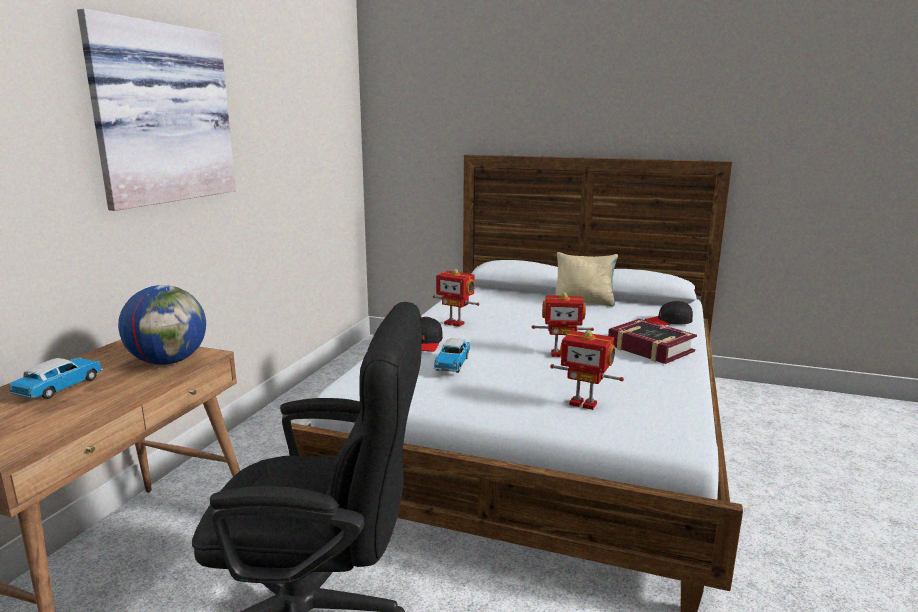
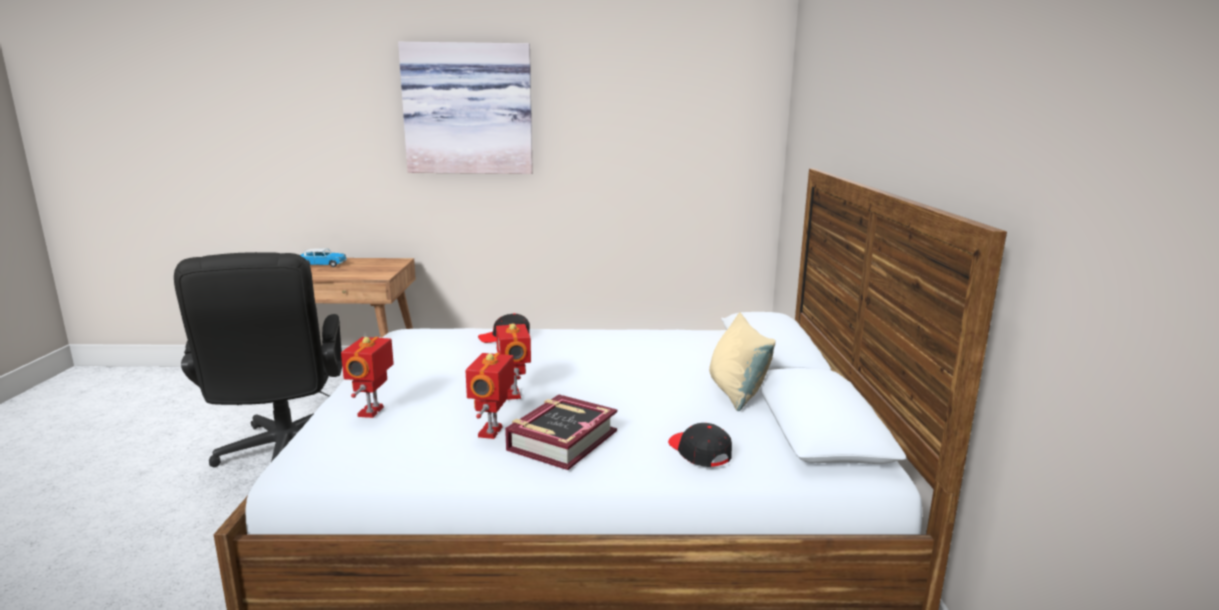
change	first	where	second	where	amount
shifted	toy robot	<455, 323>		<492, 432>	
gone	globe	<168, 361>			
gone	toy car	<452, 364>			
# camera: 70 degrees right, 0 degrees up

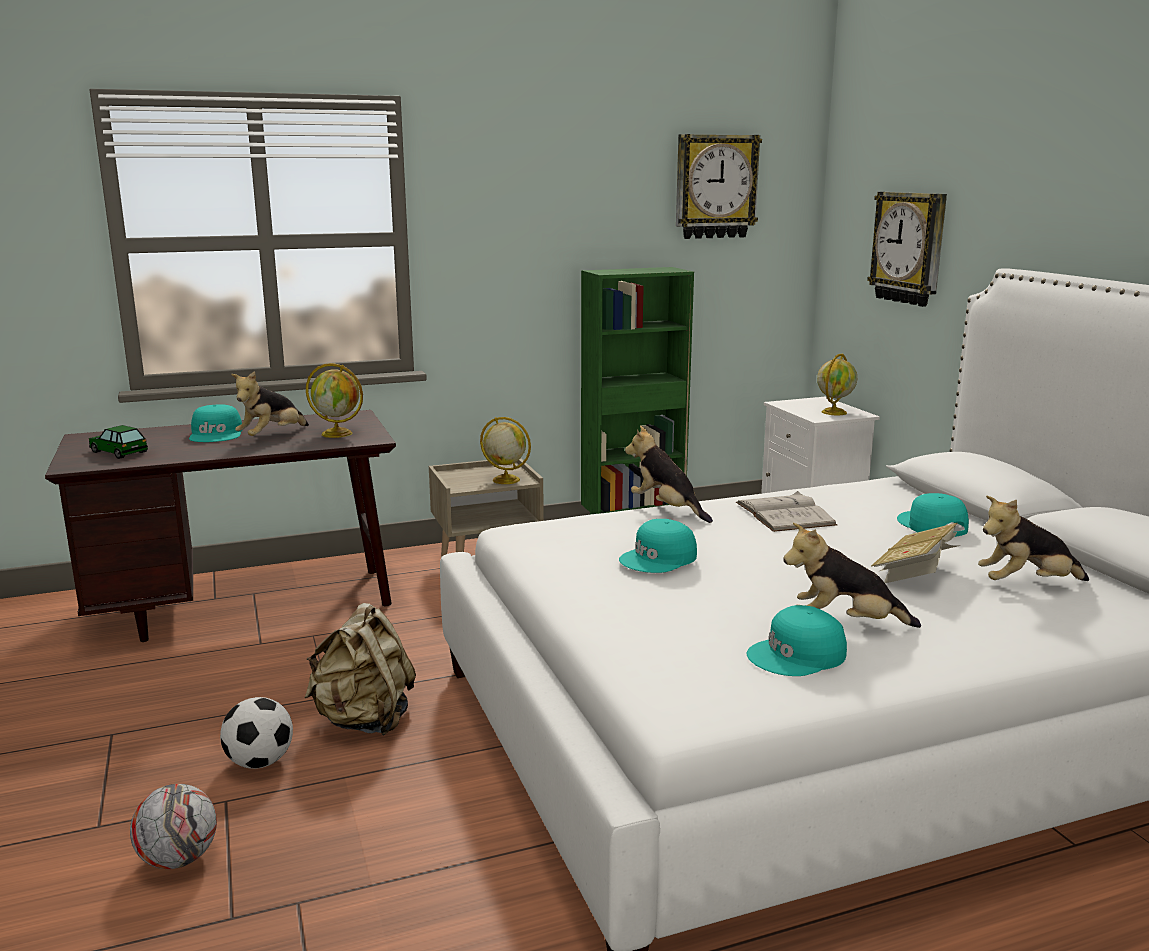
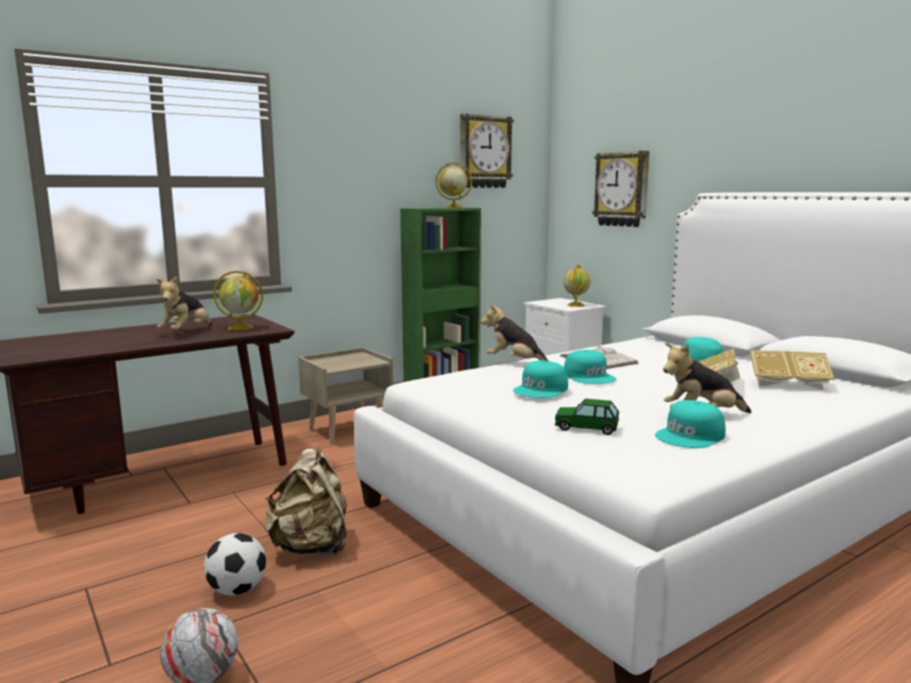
change	first	where	second	where	amount
shifted	turquoise cap	<217, 434>		<589, 376>	
shifted	globe	<505, 480>		<453, 207>	
shifted	toy car	<119, 452>		<586, 427>	
swapped	plush toy	<1026, 584>	book	<787, 385>	
# camera: 15 degrees left, 5 degrees down

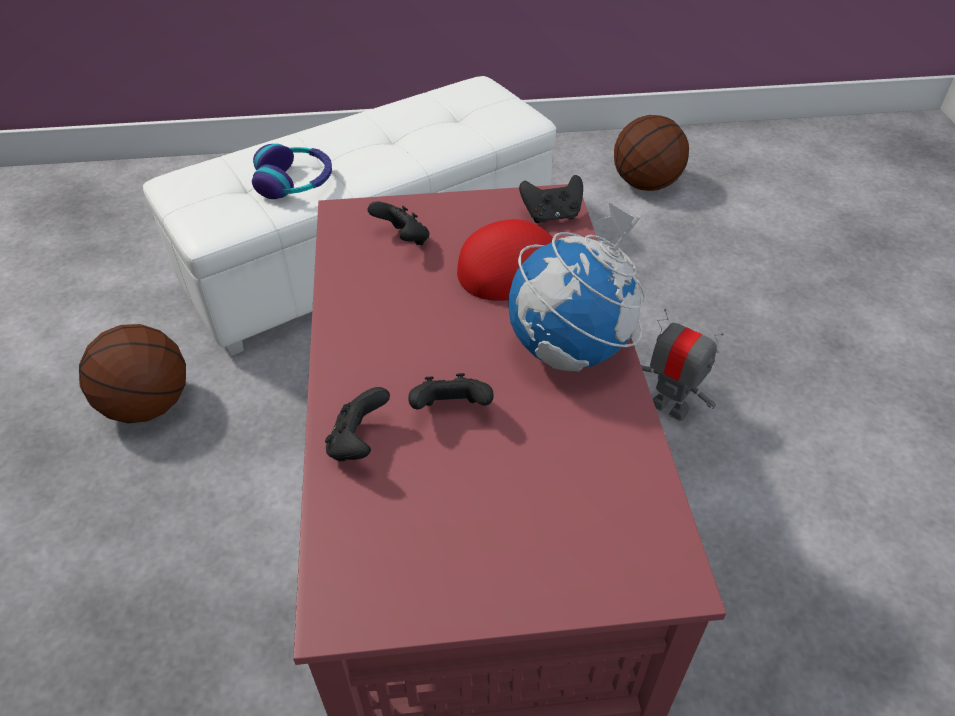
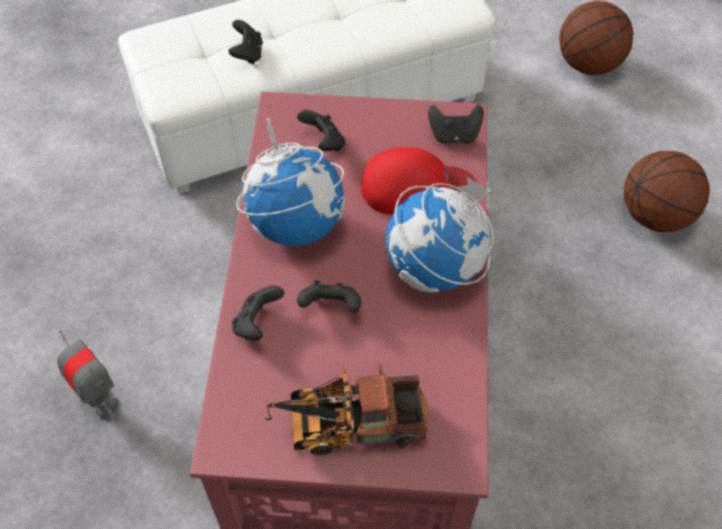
change	first	where	second	where	amount
swapped	headphones	<295, 182>	black game controller	<247, 54>	
shifted	toy robot	<669, 406>		<101, 403>	
shifted	basketball	<149, 404>		<656, 215>	
new			globe	<296, 224>	
new			toy truck	<347, 425>	
# camera: 10 degrees right, 10 degrees up

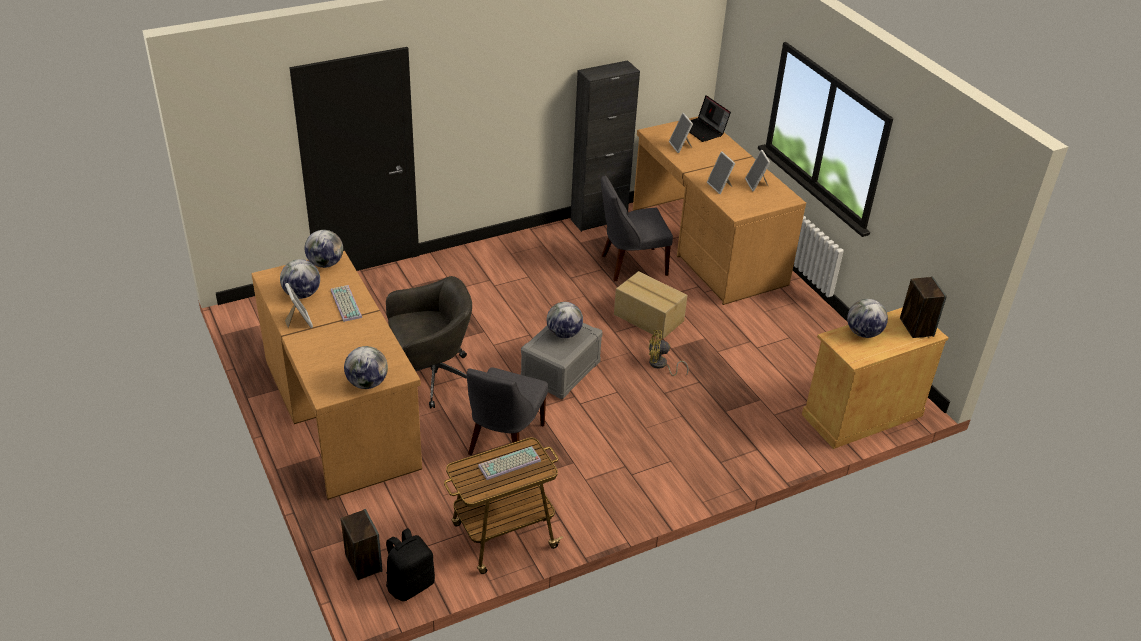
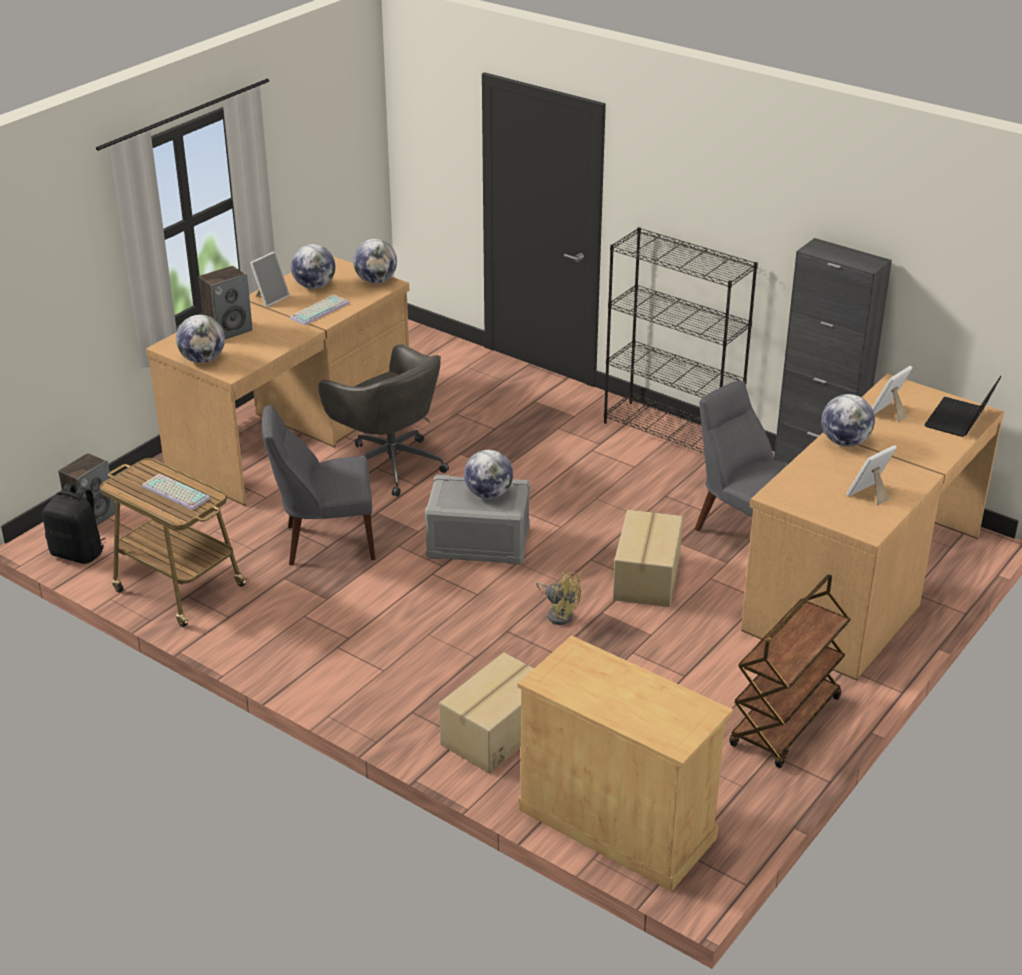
change	first	where	second	where	amount
gone	picture frame	<720, 186>			
shifted	speaker	<916, 327>		<229, 330>	
shifted	globe	<863, 333>		<844, 442>	
rotated	yellow fan	<660, 365>		<559, 613>	150 degrees clockwise
new			black bookcase	<672, 432>	
new			brown cart	<786, 723>	
new			cardboard box	<495, 732>	
# camera: 65 degrees right, 5 degrees down

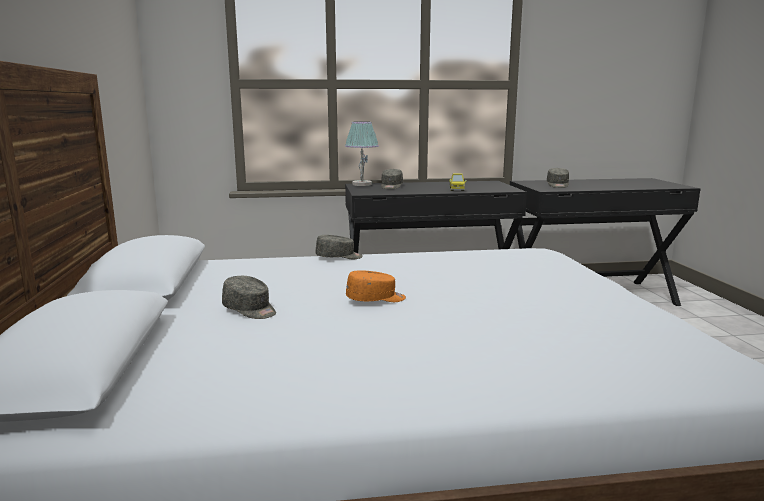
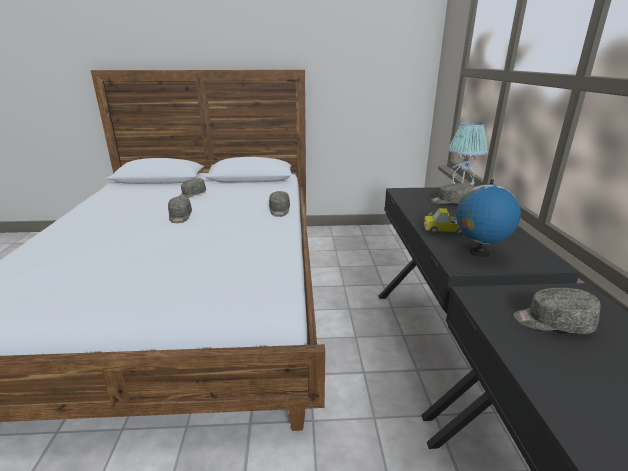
change	first	where	second	where	amount
repainted	orange cap	<376, 299>	grey cap	<180, 216>	
new			globe	<479, 253>	
# camera: 95 degrees right, 10 degrees up

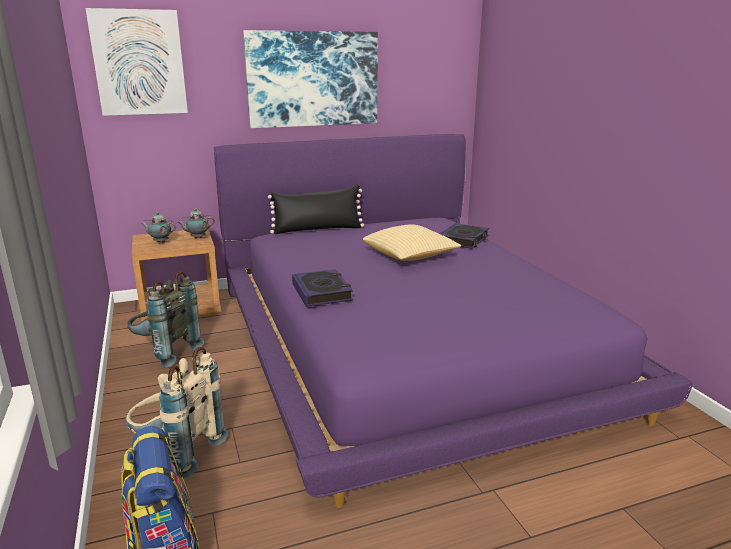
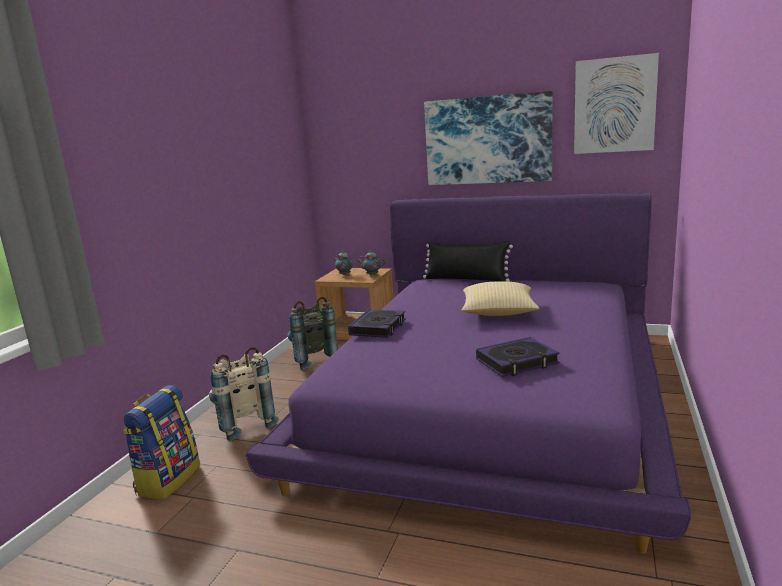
change	first	where	second	where	amount
shifted	picture	<139, 63>		<614, 105>	
shifted	book	<463, 240>		<517, 362>	
# camera: 40 degrees right, 5 degrees down

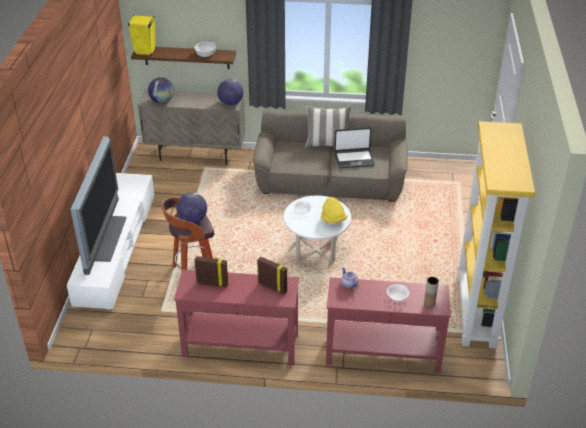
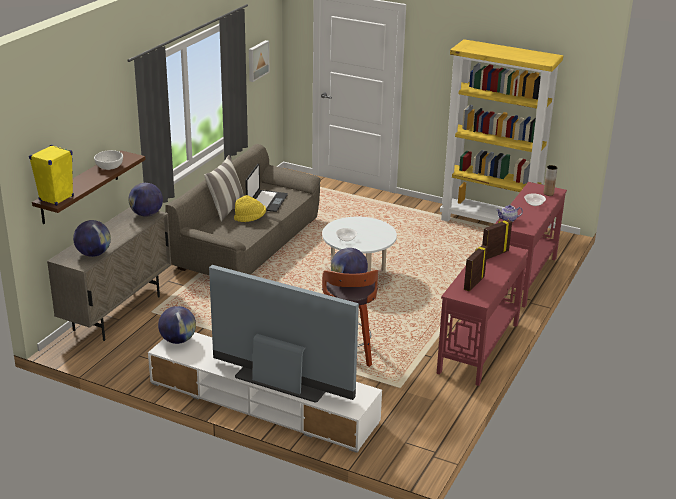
change	first	where	second	where	amount
shifted	yellow hat	<333, 219>		<250, 218>	
new			picture	<257, 60>	
new			globe	<178, 340>	
# camera: 70 degrees left, 10 degrees down

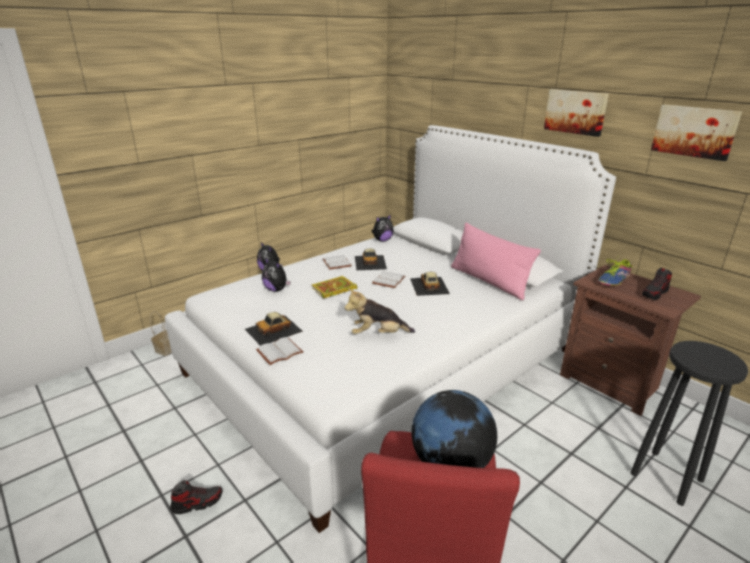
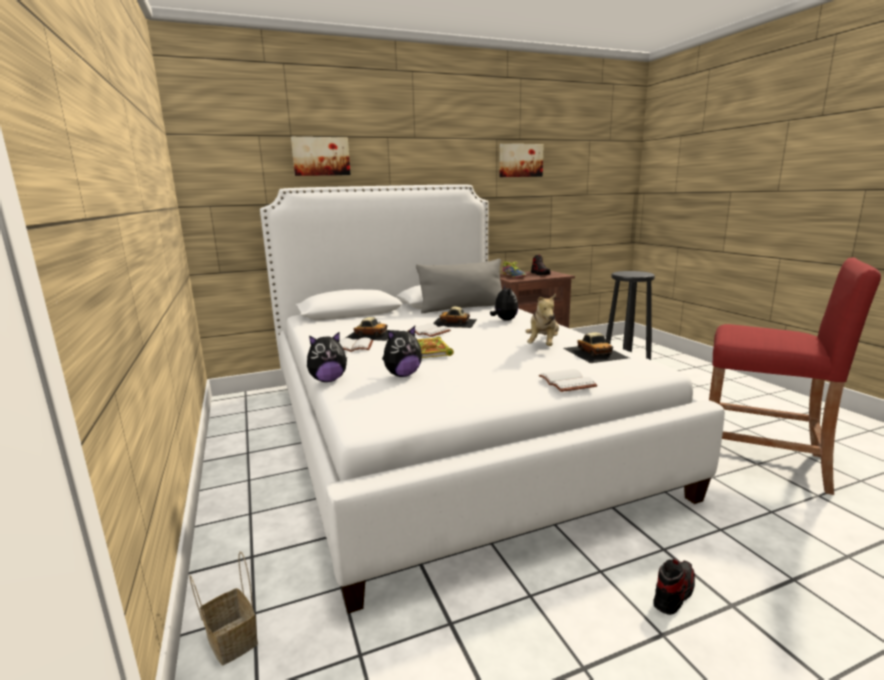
change	first	where	second	where	amount
shifted	picture	<576, 112>		<321, 156>	
shifted	plush toy	<382, 240>		<504, 320>	
repainted	pink pillow	<489, 281>	grey pillow	<463, 308>	
shifted	toy car	<274, 330>		<595, 352>	
gone	globe	<450, 464>			
rotated	shoe	<197, 503>		<673, 593>	45 degrees clockwise
# camera: 70 degrees left, 10 degrees down

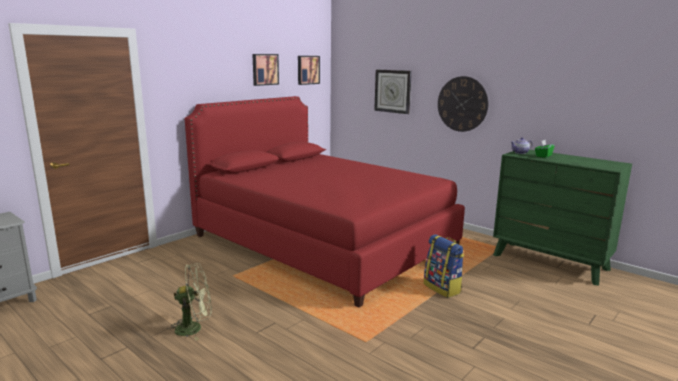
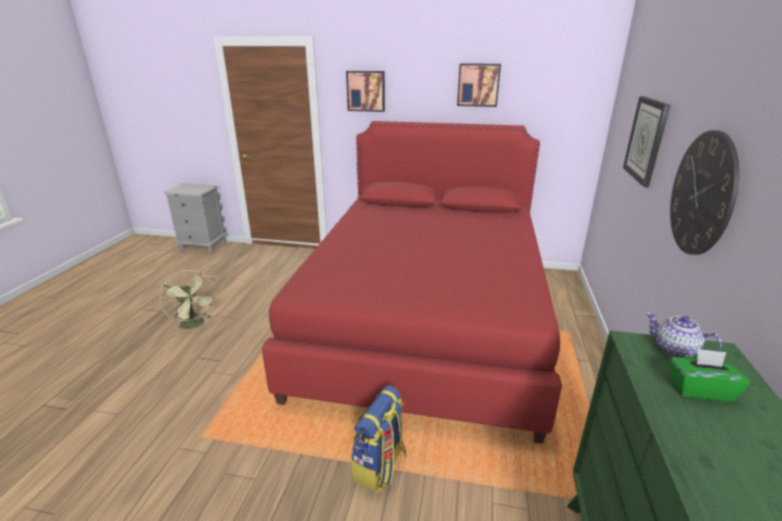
change	first	where	second	where	amount
shifted	picture	<307, 70>		<366, 91>	
# camera: 60 degrees right, 10 degrees up

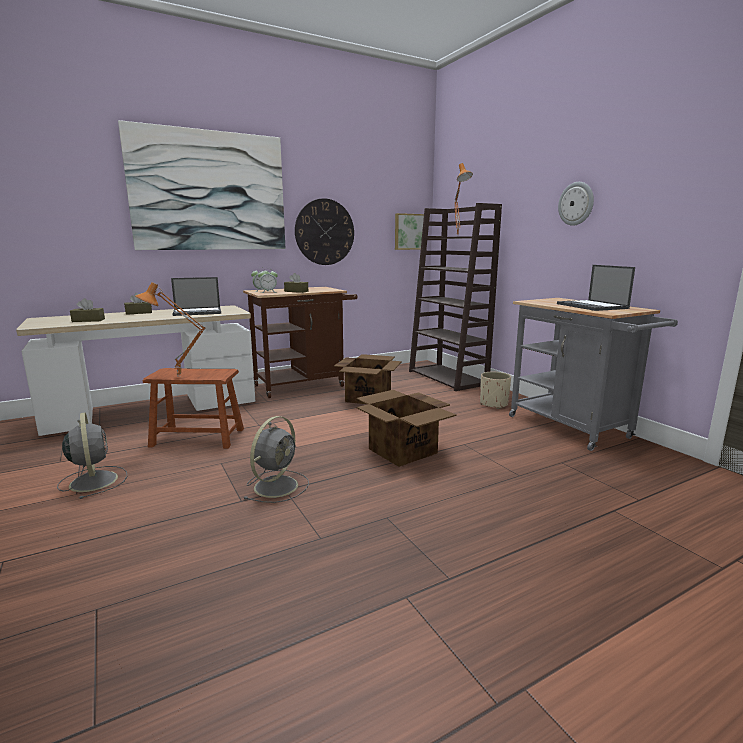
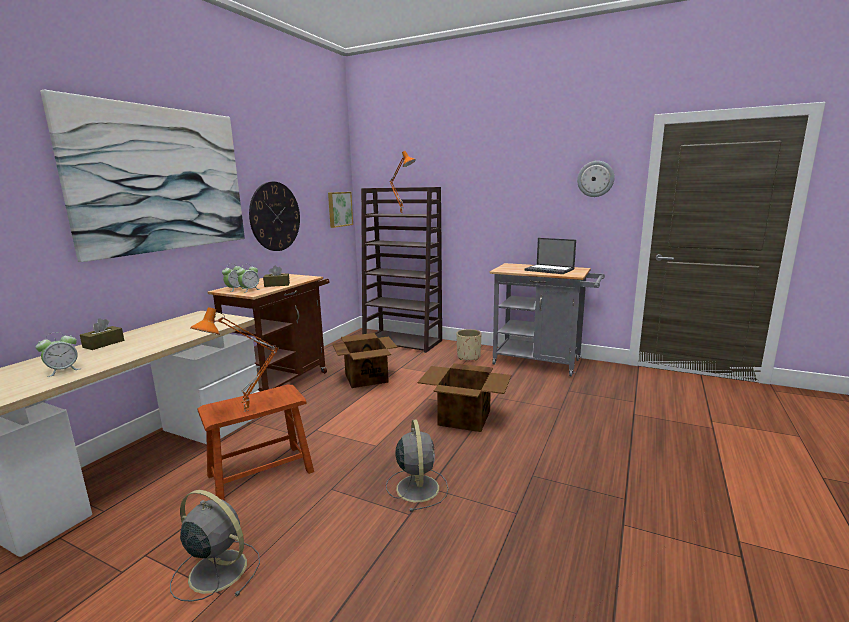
change	first	where	second	where	amount
shifted	wall clock	<576, 203>		<595, 179>	
gone	laptop	<198, 312>			
swapped	brown tissue box	<88, 320>	alarm clock	<63, 370>	
# camera: 35 degrees left, 0 degrees up

